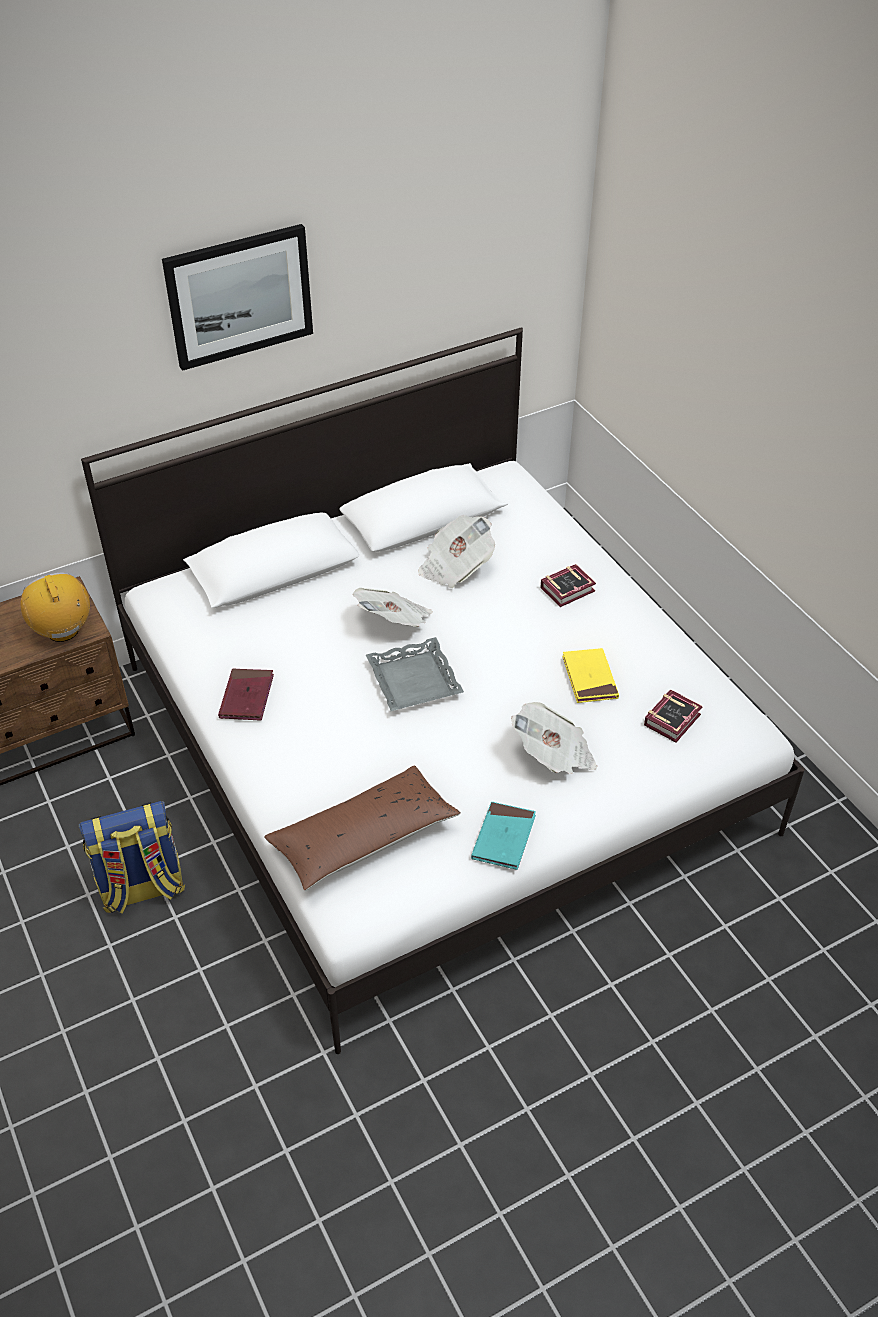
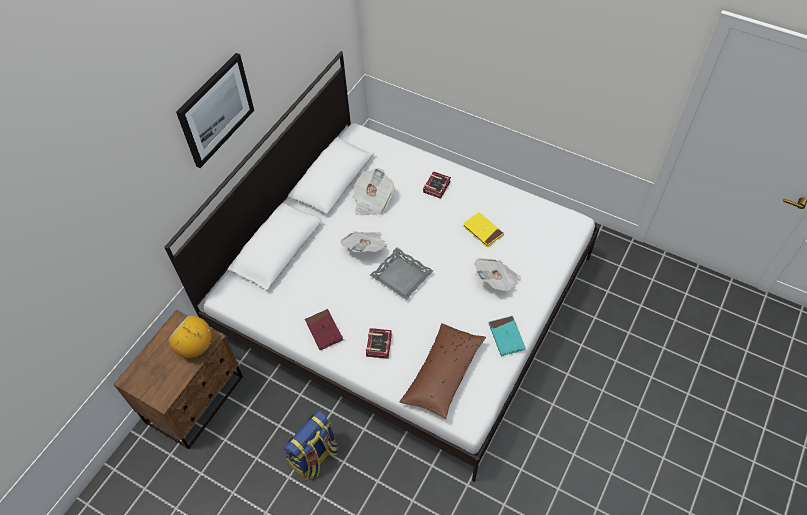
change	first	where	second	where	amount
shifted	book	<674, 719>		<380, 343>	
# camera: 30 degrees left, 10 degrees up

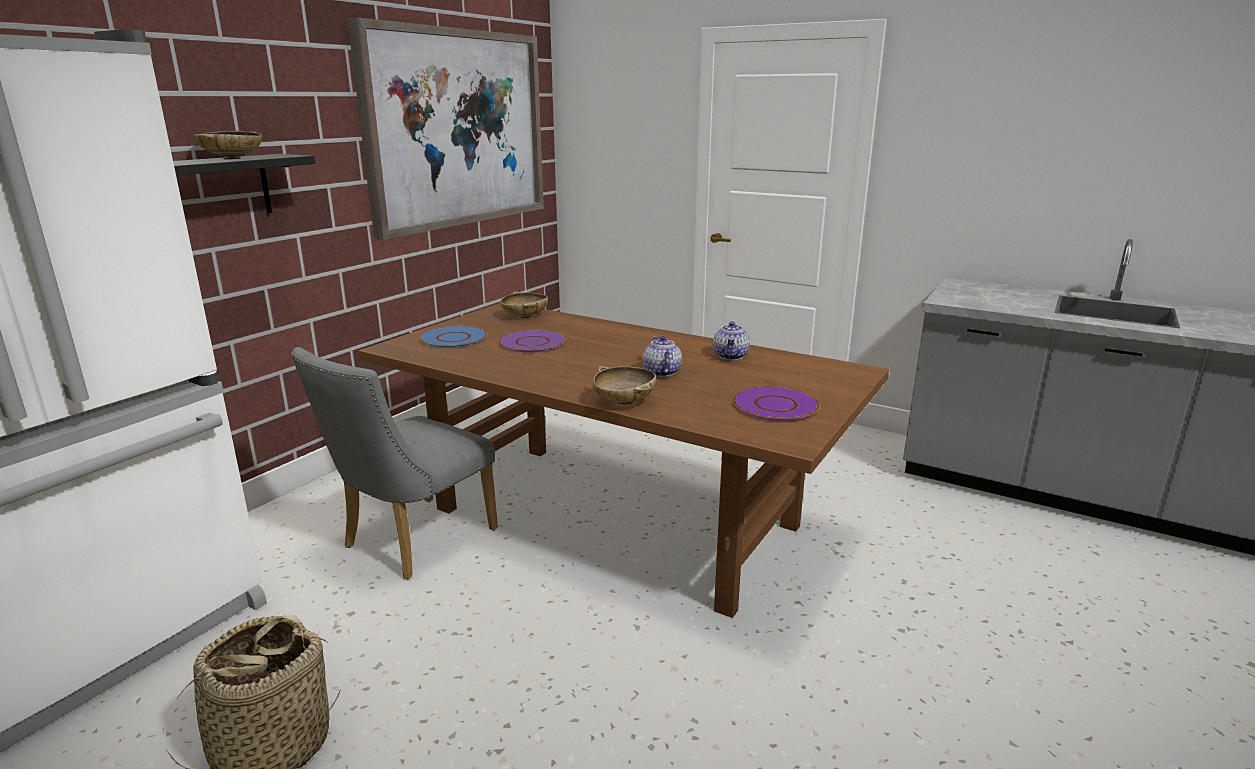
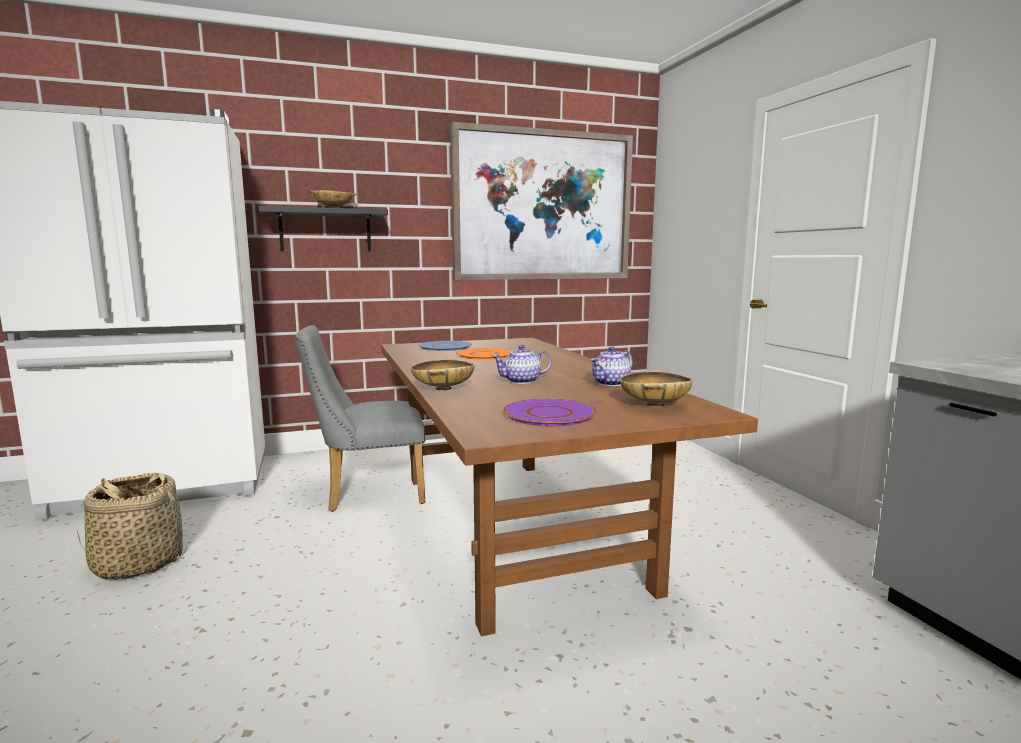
change	first	where	second	where	amount
shifted	beige bowl	<525, 316>		<654, 405>	
repainted	purple plate	<532, 342>	orange plate	<484, 355>	
rotated	teapot	<661, 372>		<521, 381>	135 degrees counterclockwise
# camera: 40 degrees right, 10 degrees down

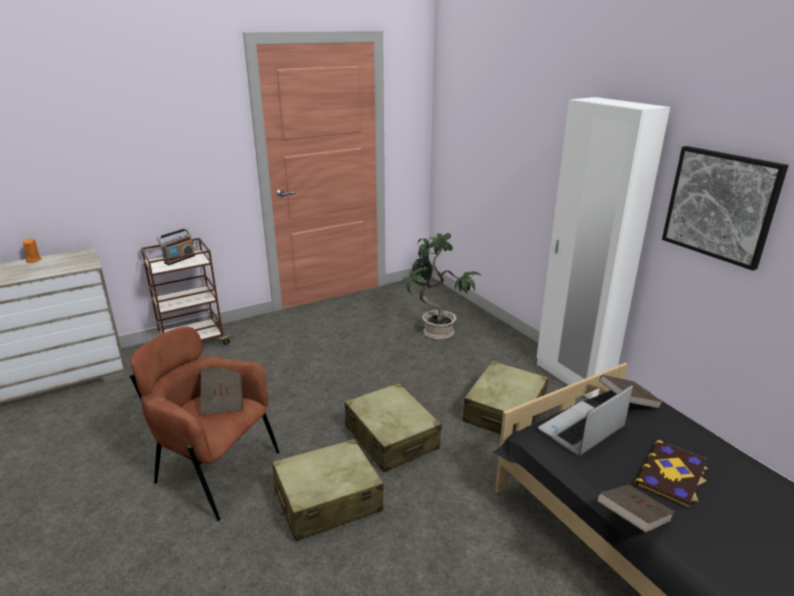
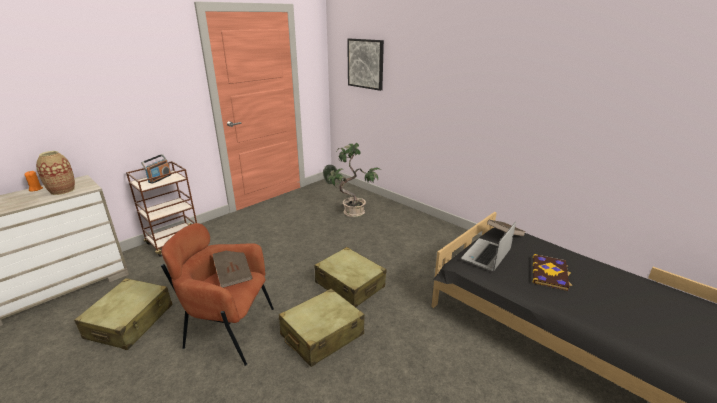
change	first	where	second	where	amount
gone	white wardrobe	<572, 378>			
shifted	picture	<720, 205>		<365, 64>	
shifted	beige suitcase	<505, 411>		<130, 321>	
gone	brown book	<632, 519>			
new			vase	<62, 190>	
# camera: 15 degrees left, 0 degrees up

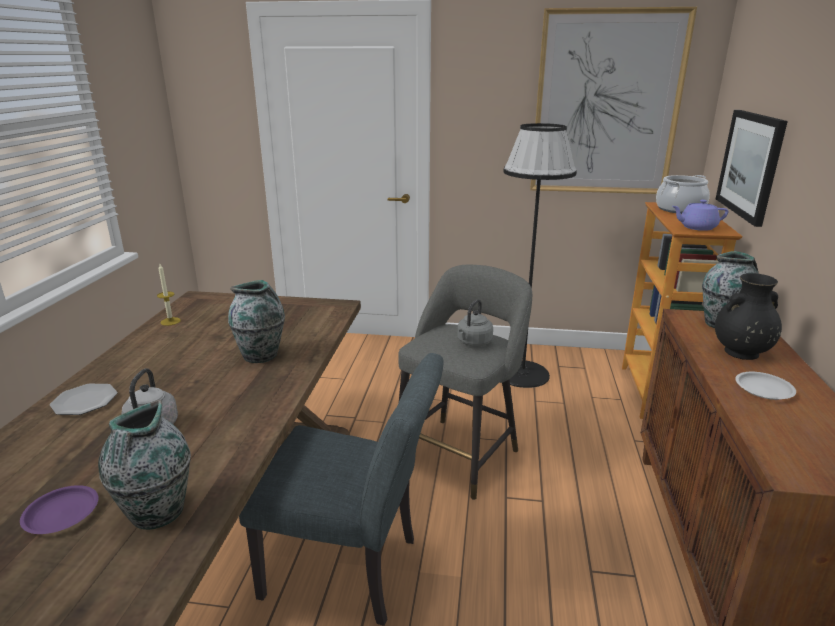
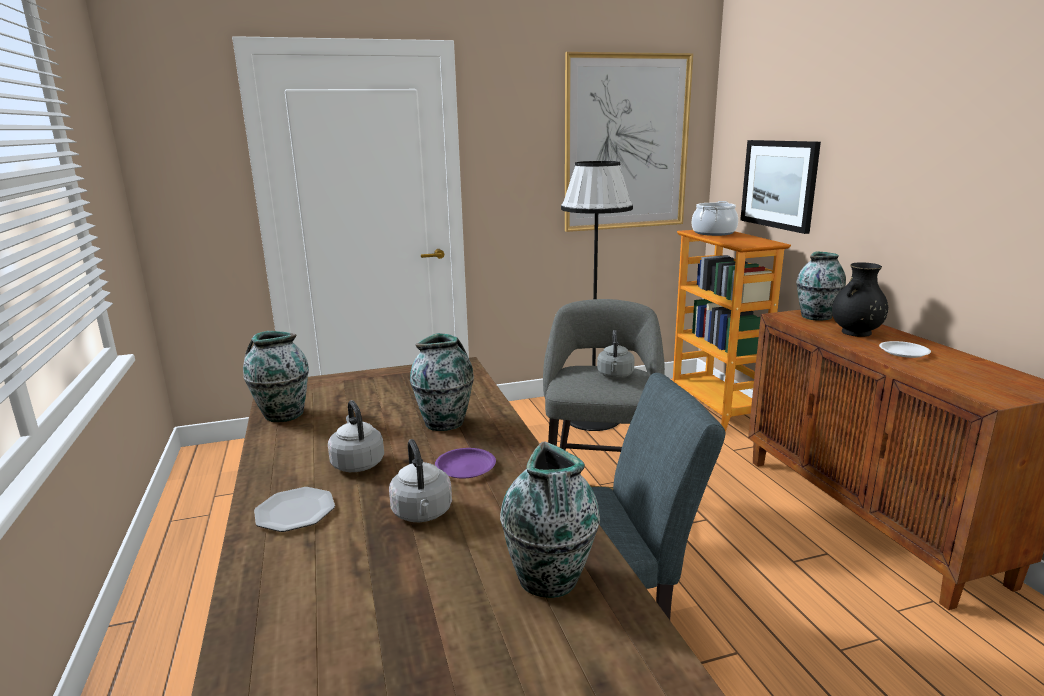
change	first	where	second	where	amount
gone	purple teapot	<696, 227>			
swapped	candle	<170, 321>	vase	<282, 415>	
shifted	purple plate	<61, 513>		<465, 467>	
new			grey kettle	<357, 463>	
# camera: 25 degrees left, 5 degrees down

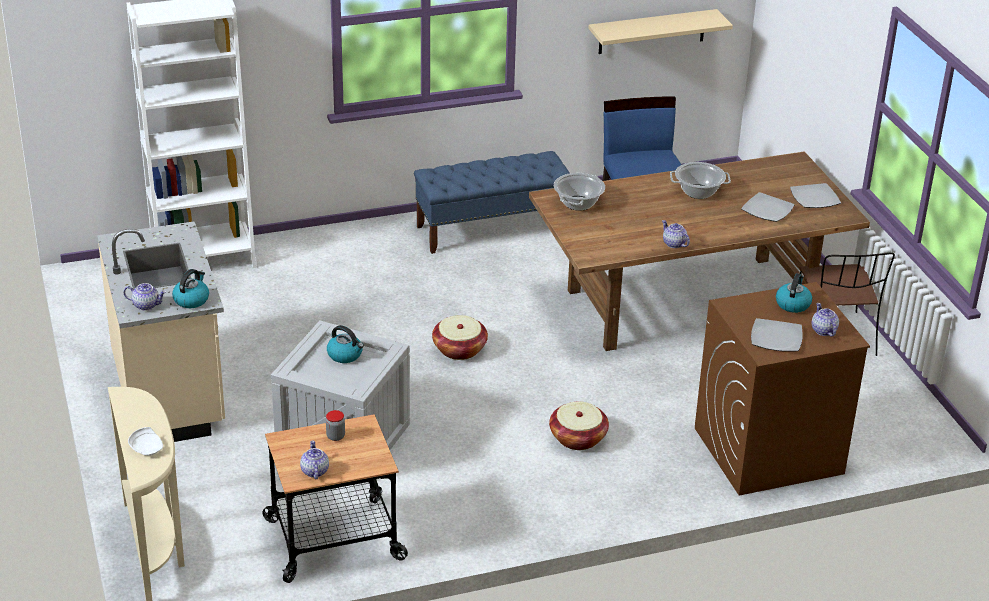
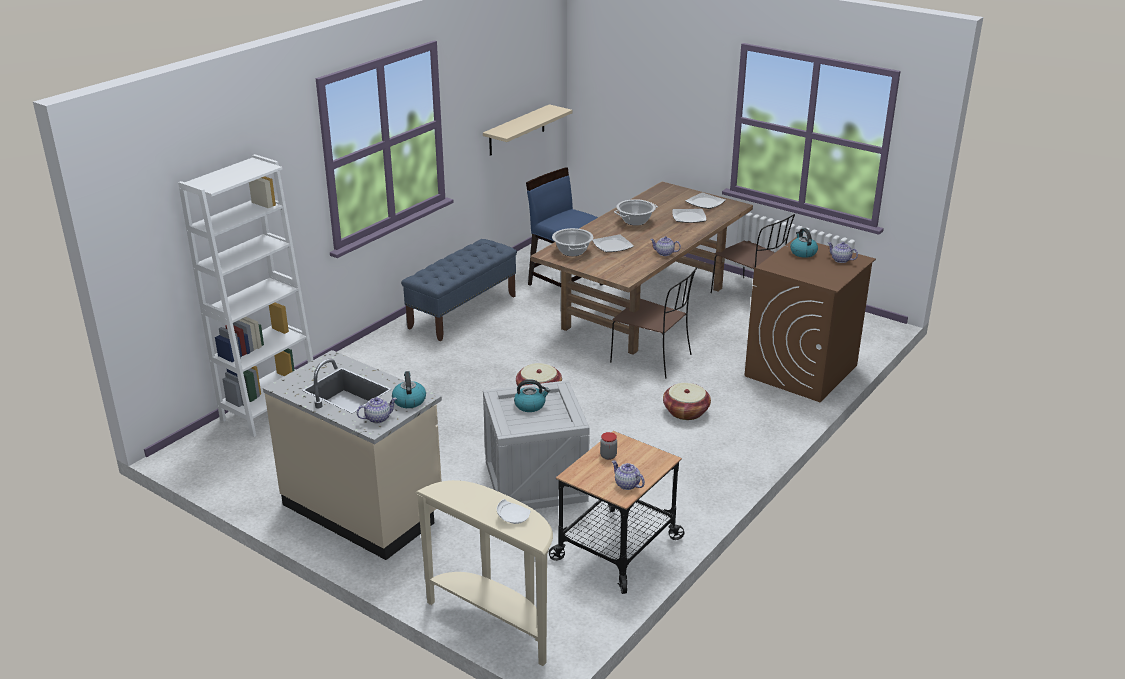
change	first	where	second	where	amount
shifted	plate	<776, 338>		<613, 245>	
new			brown chair	<653, 359>	
# camera: 35 degrees left, 5 degrees down

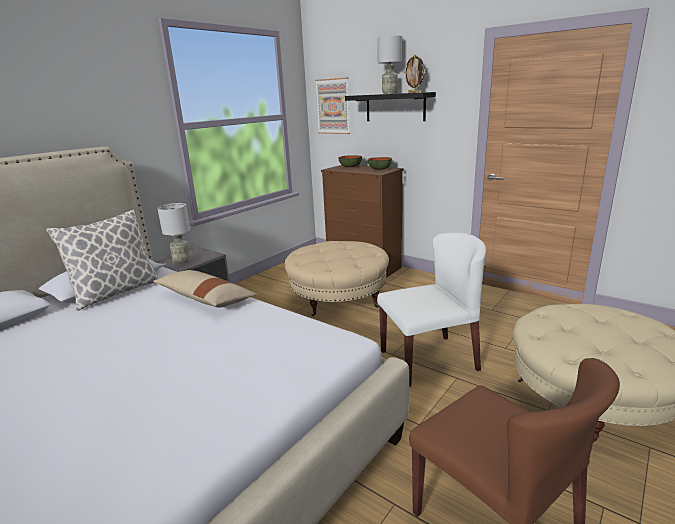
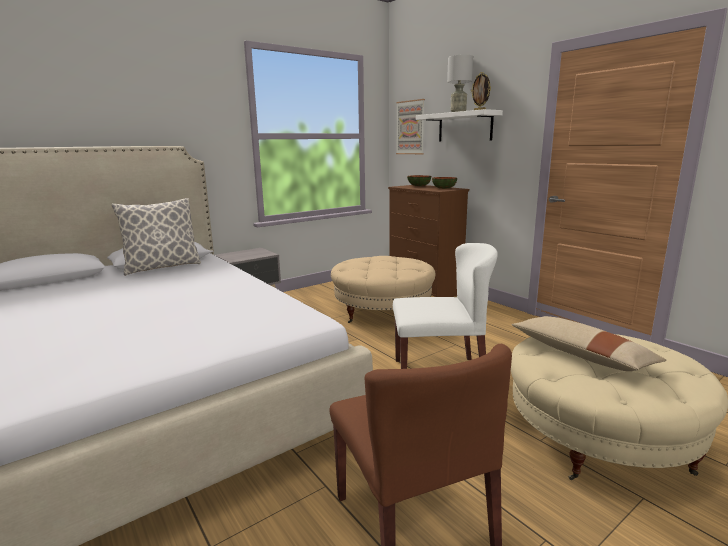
change	first	where	second	where	amount
repainted	black shelf	<395, 107>	white shelf	<465, 127>	
gone	grey table lamp	<181, 261>			
shifted	beige pillow	<205, 298>		<581, 355>	
# camera: 15 degrees right, 5 degrees down

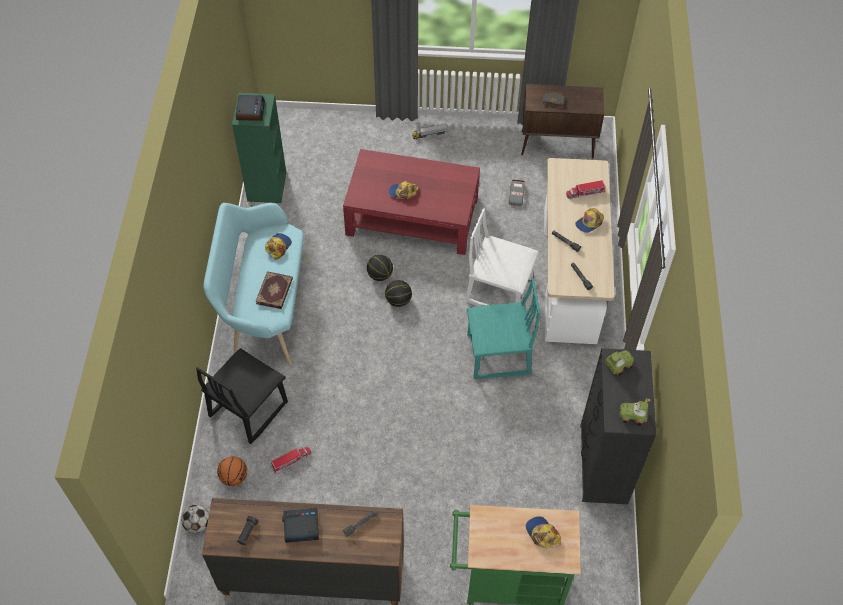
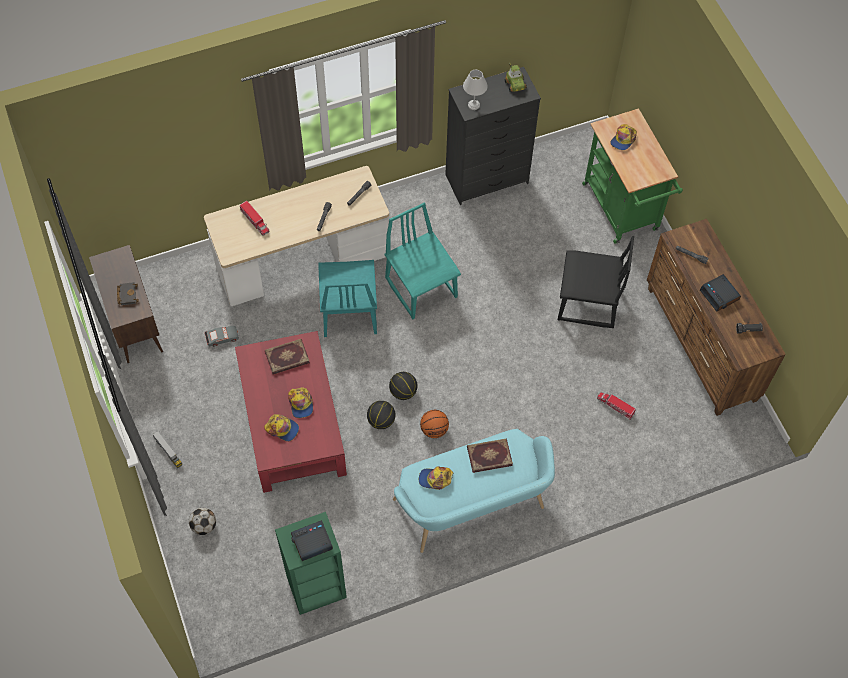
change	first	where	second	where	amount
repainted	white chair	<499, 289>	turquoise chair	<348, 312>	
shifted	cap	<589, 222>		<282, 428>	
shifted	black chair	<247, 409>		<588, 303>	
swapped	toy car	<618, 364>	white table lamp	<474, 105>	
shifted	basketball	<234, 477>		<434, 430>	
shifted	football	<197, 524>		<204, 526>	
new			book	<287, 356>	
# camera: 115 degrees left, 5 degrees up

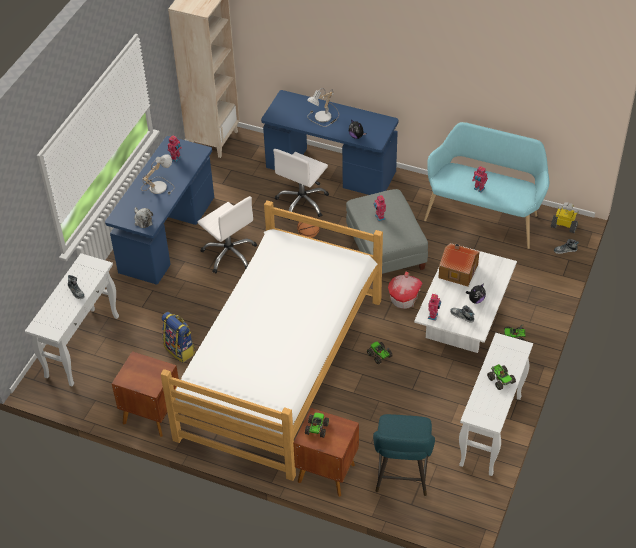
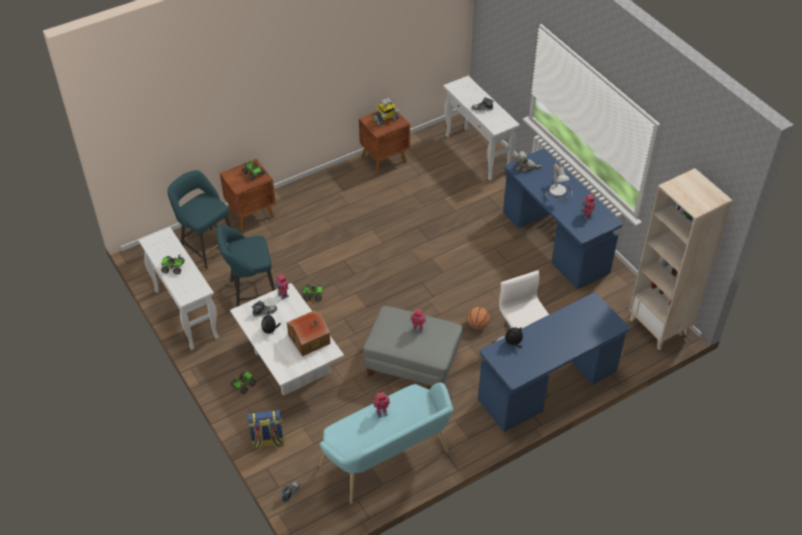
change	first	where	second	where	amount
gone	table lamp	<323, 118>			
gone	white office chair	<230, 254>			
gone	bed	<280, 368>			
shifted	toy robot	<564, 226>		<386, 119>	
gone	toy house	<404, 299>			
shifted	backpack	<180, 349>		<267, 441>	
new			turquoise stool	<251, 293>	
# camera: 125 degrees right, 0 degrees up

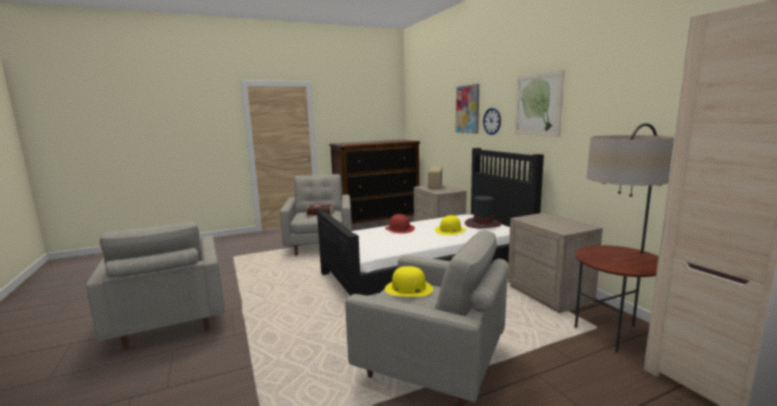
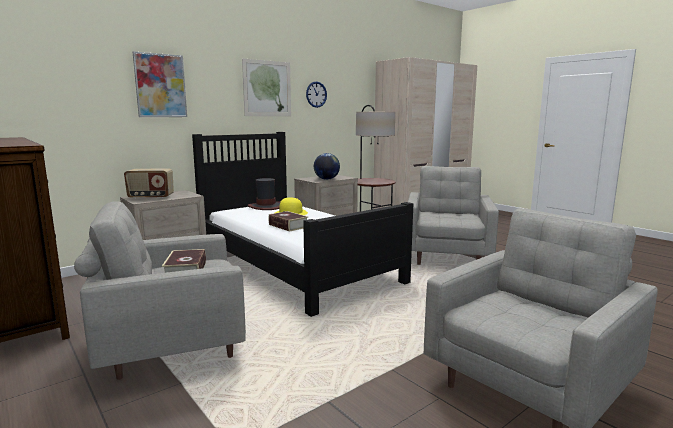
change	first	where	second	where	amount
shifted	wall clock	<492, 121>		<316, 94>	
swapped	red hat	<400, 229>	book	<288, 226>	
gone	yellow hat	<408, 288>			
new			globe	<326, 179>	
# camera: 105 degrees left, 0 degrees up

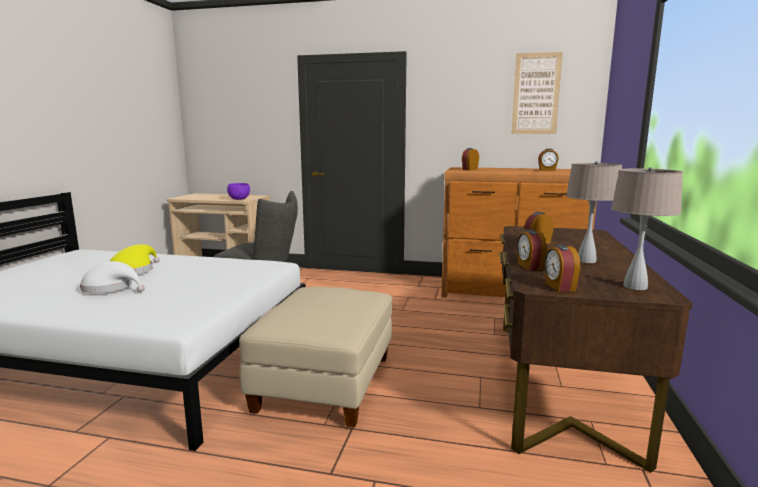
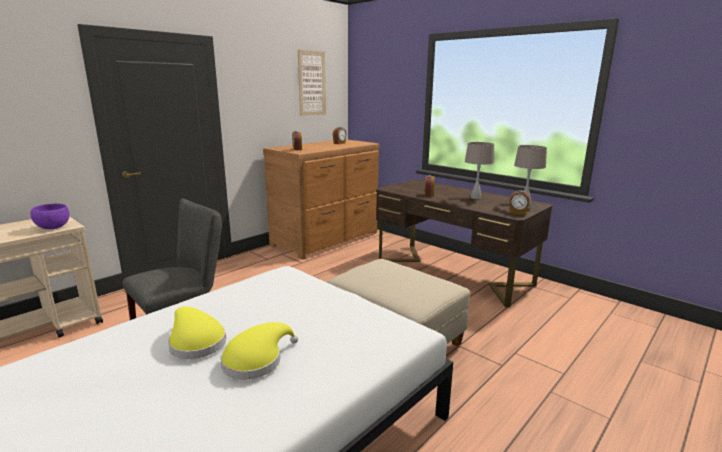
change	first	where	second	where	amount
gone	alarm clock	<529, 266>			
repainted	white hat	<111, 288>	yellow hat	<256, 360>	
# camera: 60 degrees left, 5 degrees up

